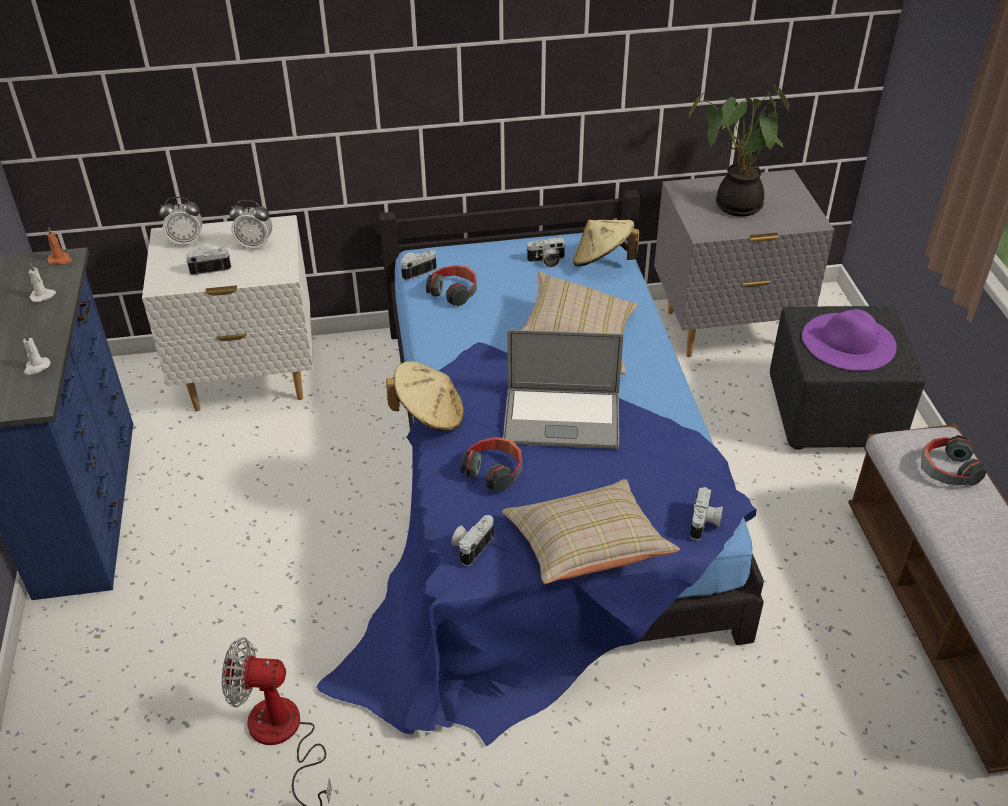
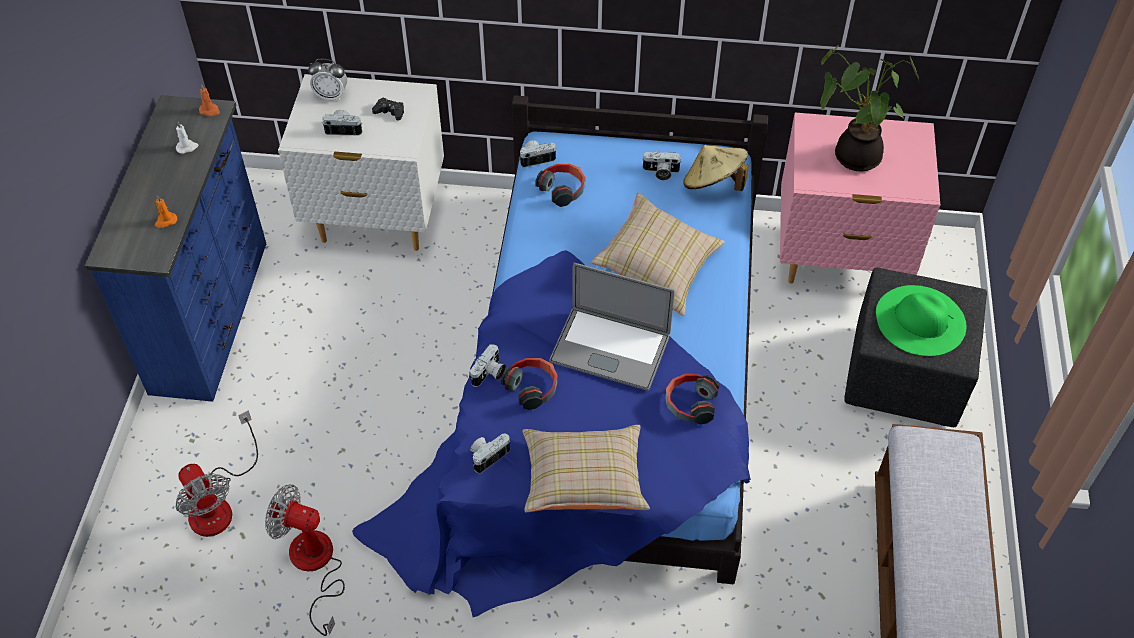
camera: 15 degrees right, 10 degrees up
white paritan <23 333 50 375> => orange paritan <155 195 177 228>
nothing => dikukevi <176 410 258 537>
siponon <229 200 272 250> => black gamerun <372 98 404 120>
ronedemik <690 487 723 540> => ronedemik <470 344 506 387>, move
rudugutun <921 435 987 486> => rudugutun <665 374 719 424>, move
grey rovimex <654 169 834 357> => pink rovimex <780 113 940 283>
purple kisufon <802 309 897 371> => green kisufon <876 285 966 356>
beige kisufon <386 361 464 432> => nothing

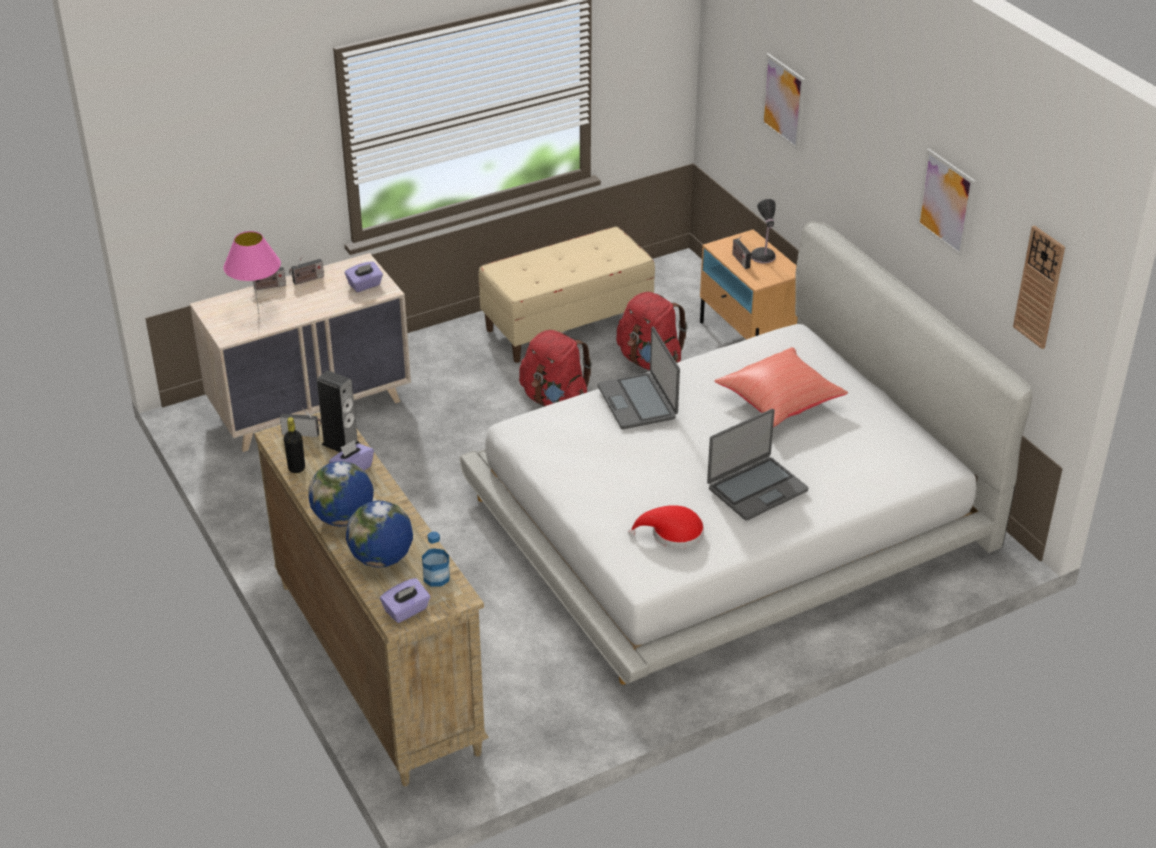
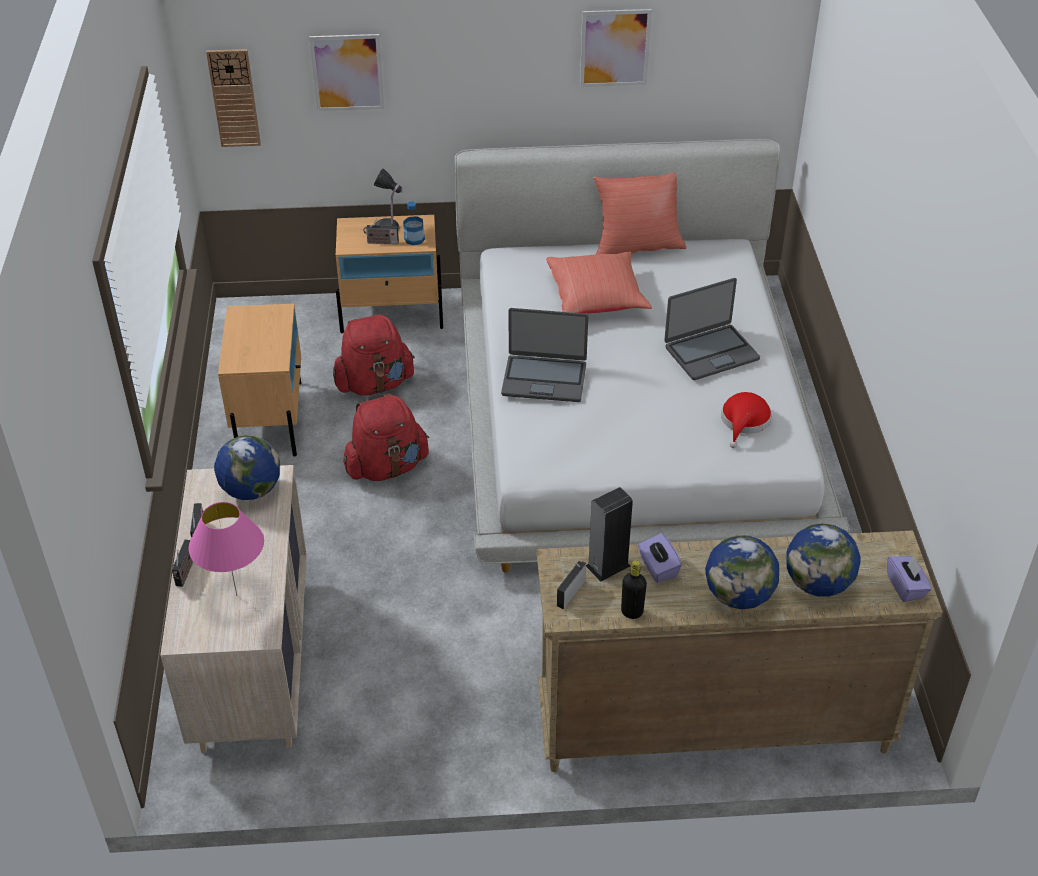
camera: 65 degrees left, 5 degrees up
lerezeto <1013 225 1065 349> => lerezeto <206 49 261 147>, move
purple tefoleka <345 262 383 292> => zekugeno <214 435 280 500>
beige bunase <479 227 655 363> => beige rovimex <218 304 301 456>
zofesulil <422 532 450 587> => zofesulil <403 201 425 245>, move
nothing => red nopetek <593 173 686 254>
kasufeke <707 409 809 520> => kasufeke <664 278 760 380>, 75 degrees clockwise

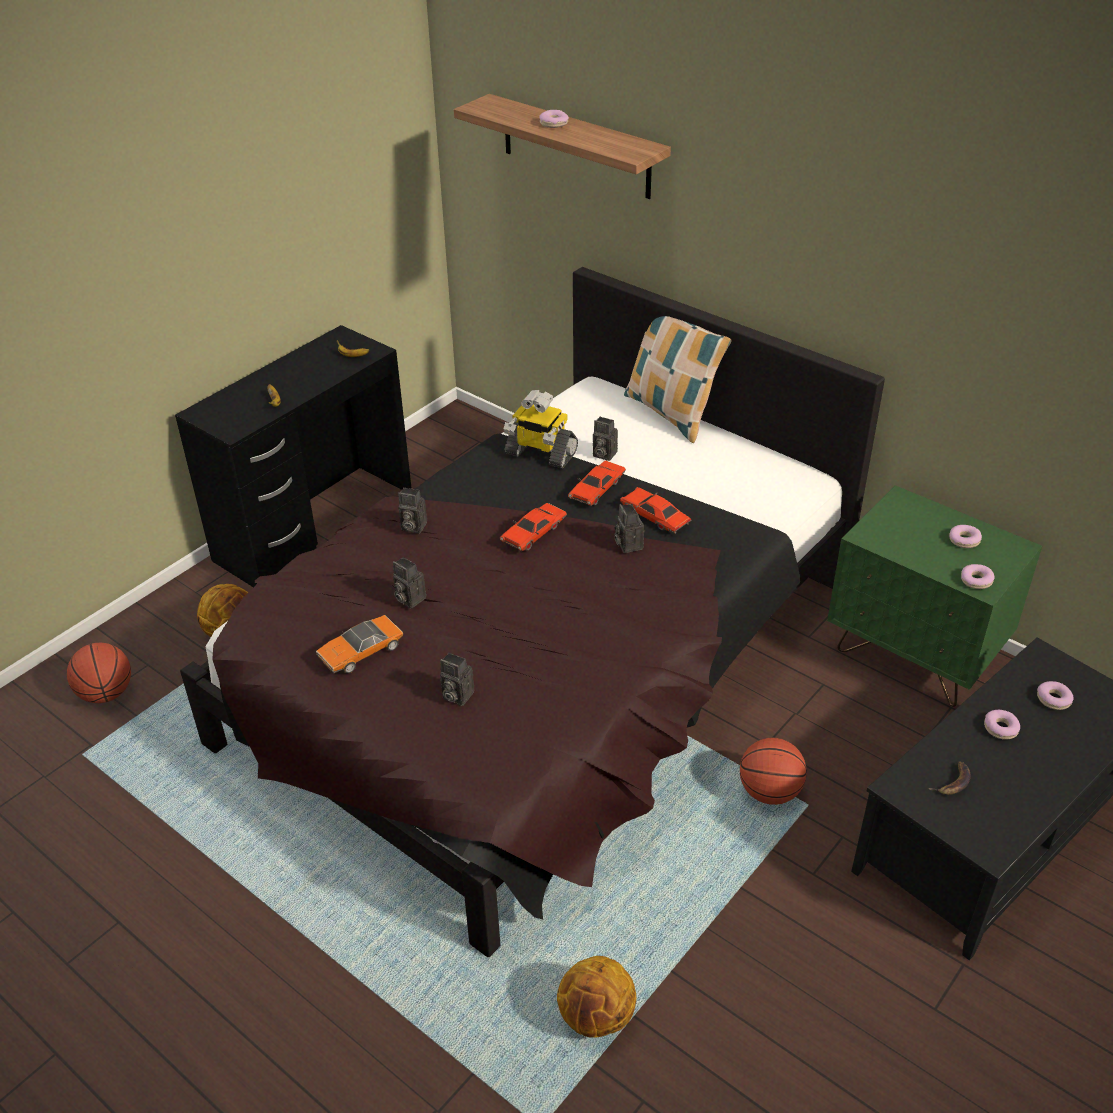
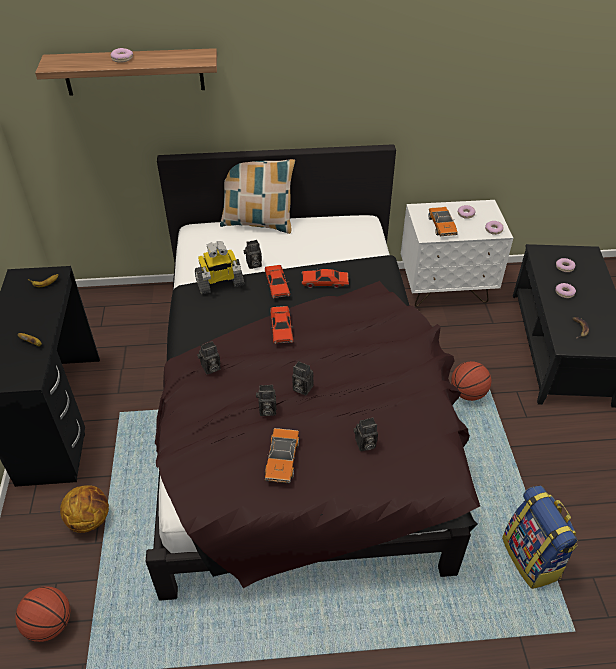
camera: 45 degrees left, 5 degrees up
ronedemik <614 504 644 553> => ronedemik <292 361 314 396>, move
green rovimex <827 485 1042 707> => white rovimex <401 200 513 307>
nothing => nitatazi <429 207 458 236>
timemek <557 956 636 1038> => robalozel <502 485 578 589>

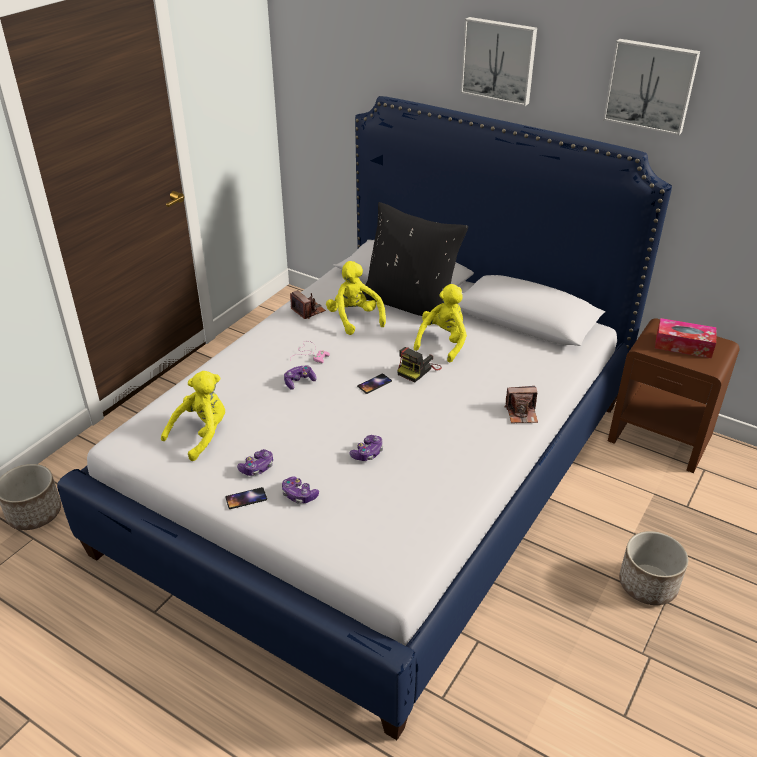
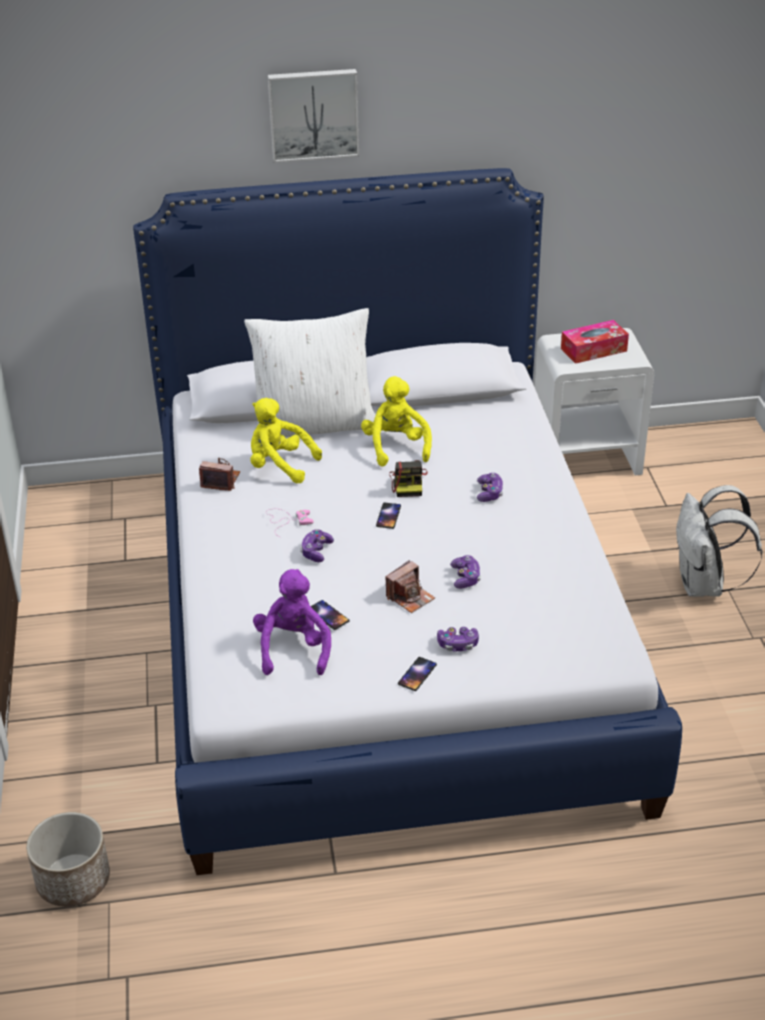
camera: 40 degrees left, 0 degrees up
black nopetek <362 202 468 316> => white nopetek <244 308 376 437>
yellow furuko <161 371 225 461> => purple furuko <253 569 331 675>
nothing => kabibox <311 600 349 630>
ronedemik <505 386 538 423> => ronedemik <385 560 435 613>, move
gamerun <237 449 273 476> => gamerun <477 473 503 502>, move
brown rovimex <608 318 740 473> => white rovimex <535 328 654 475>
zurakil <619 531 688 605> => white robalozel <676 485 763 597>
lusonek <603 39 700 135> => nothing

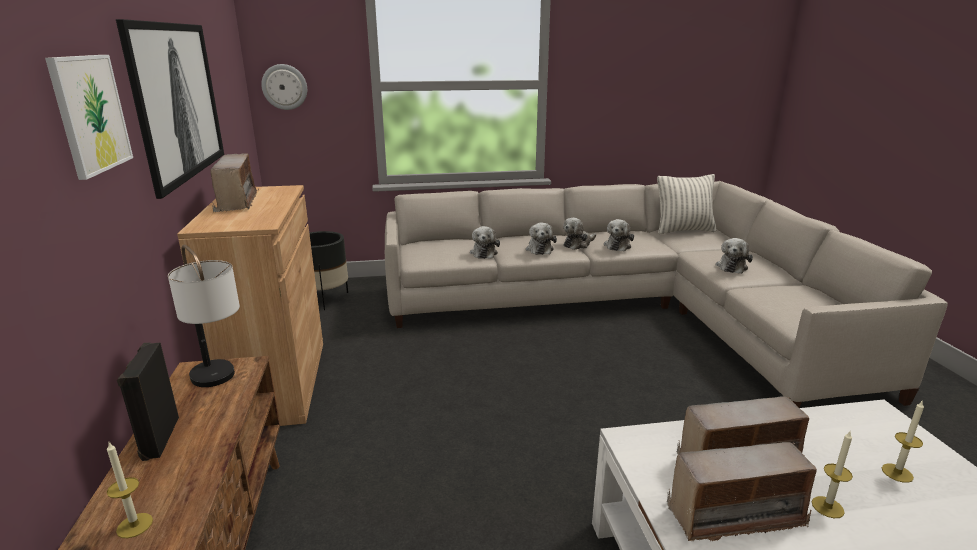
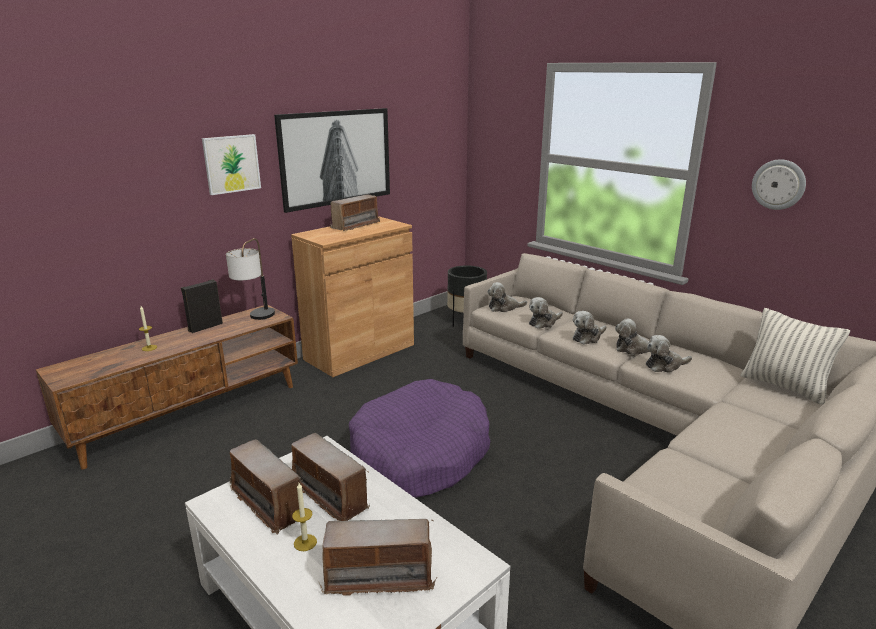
camera: 55 degrees right, 0 degrees up
paritan <882 401 924 483> => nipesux <319 519 437 596>
nothing => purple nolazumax <349 379 490 498>
furuko <716 238 753 274> => furuko <487 282 527 312>, move
lerezeto <261 64 307 110> => lerezeto <752 159 806 210>, move

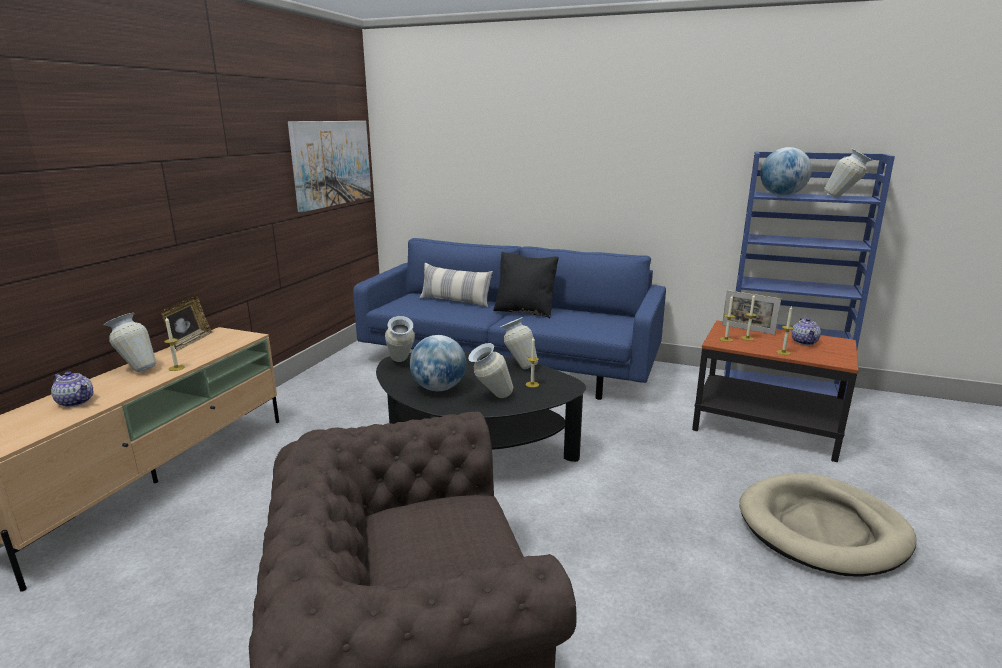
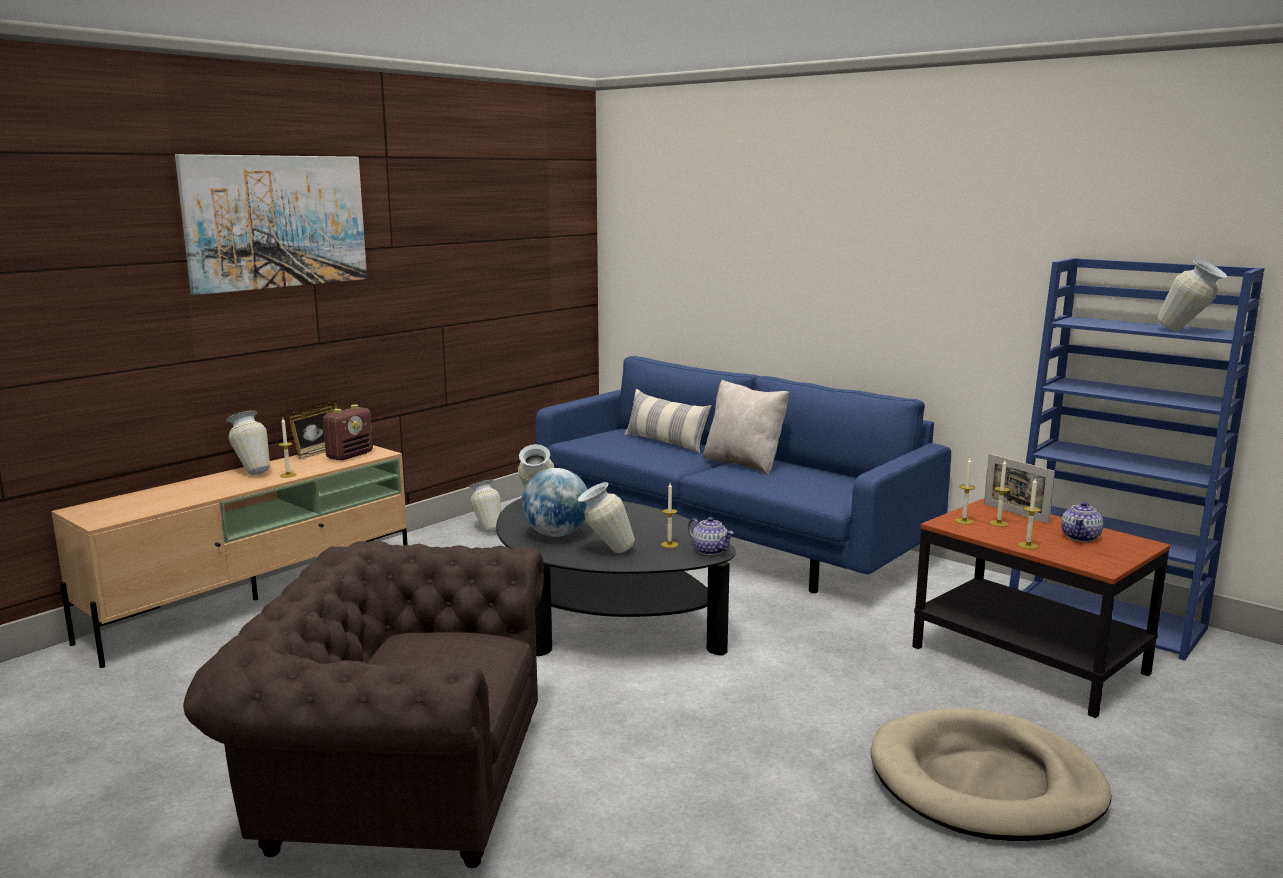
camera: 20 degrees right, 5 degrees down
lusonek <288 121 372 212> => lusonek <175 154 367 295>, move
nothing => nipesux <323 405 373 460>
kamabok <501 317 538 369> => kamabok <469 480 501 533>, move
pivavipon <51 371 93 407> => pivavipon <688 517 734 555>, move
black nopetek <493 252 559 319> => beige nopetek <703 380 789 475>
zekugeno <760 147 812 196> => nothing

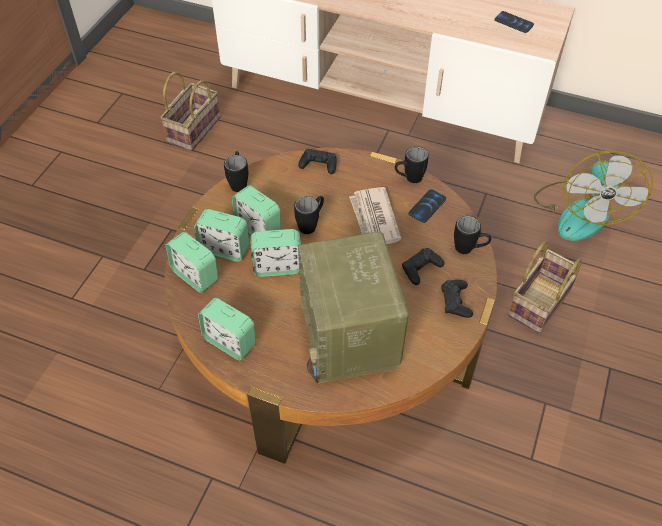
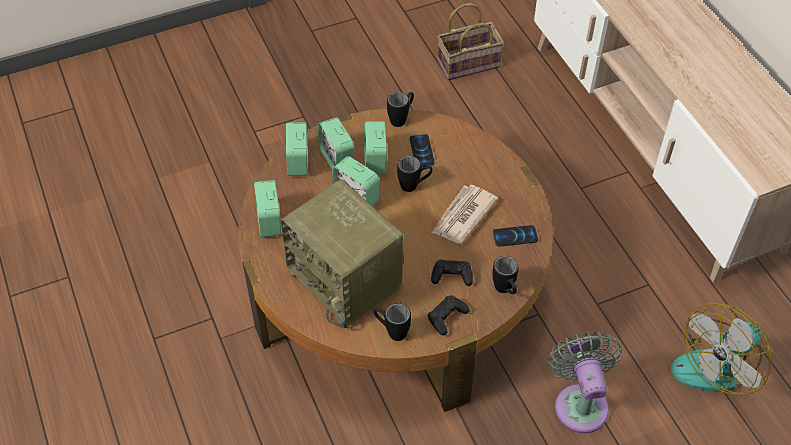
camera: 45 degrees right, 0 degrees up
nipesux <298 232 409 383> => nipesux <280 180 403 328>, 75 degrees counterclockwise
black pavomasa <395 146 429 183> => black pavomasa <374 303 411 341>, move
kabibox <495 11 534 33> => kabibox <409 134 435 166>, move
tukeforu <508 241 582 333> => grey dikukevi <548 332 622 433>
black gamerun <298 149 336 174> => nothing

